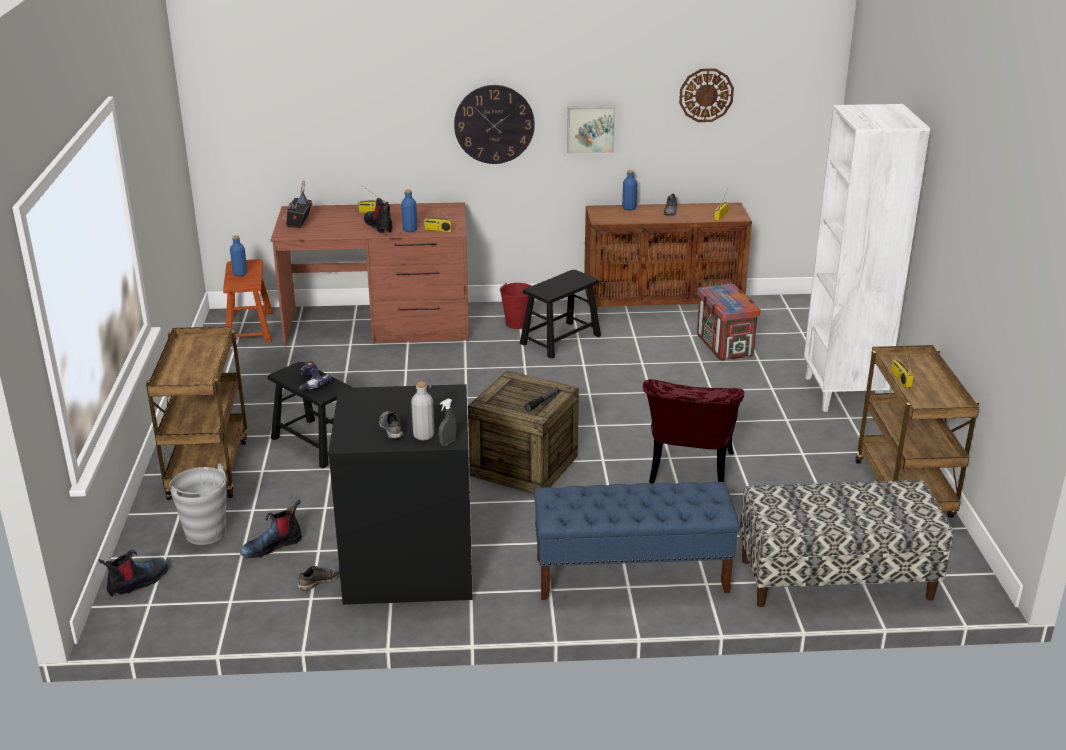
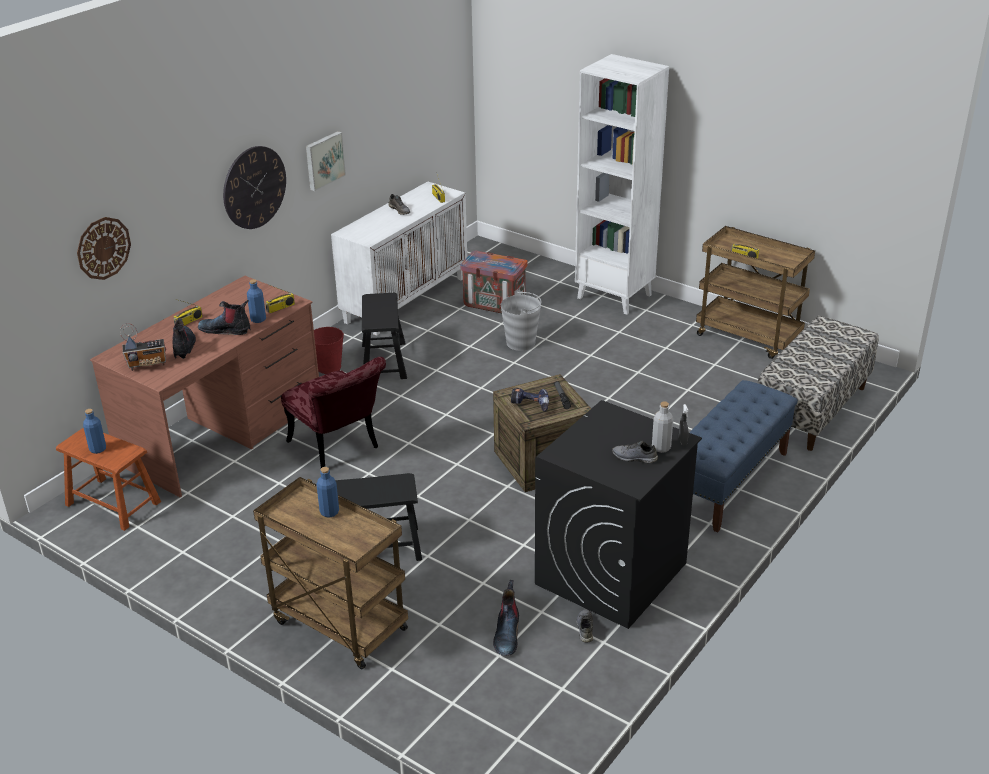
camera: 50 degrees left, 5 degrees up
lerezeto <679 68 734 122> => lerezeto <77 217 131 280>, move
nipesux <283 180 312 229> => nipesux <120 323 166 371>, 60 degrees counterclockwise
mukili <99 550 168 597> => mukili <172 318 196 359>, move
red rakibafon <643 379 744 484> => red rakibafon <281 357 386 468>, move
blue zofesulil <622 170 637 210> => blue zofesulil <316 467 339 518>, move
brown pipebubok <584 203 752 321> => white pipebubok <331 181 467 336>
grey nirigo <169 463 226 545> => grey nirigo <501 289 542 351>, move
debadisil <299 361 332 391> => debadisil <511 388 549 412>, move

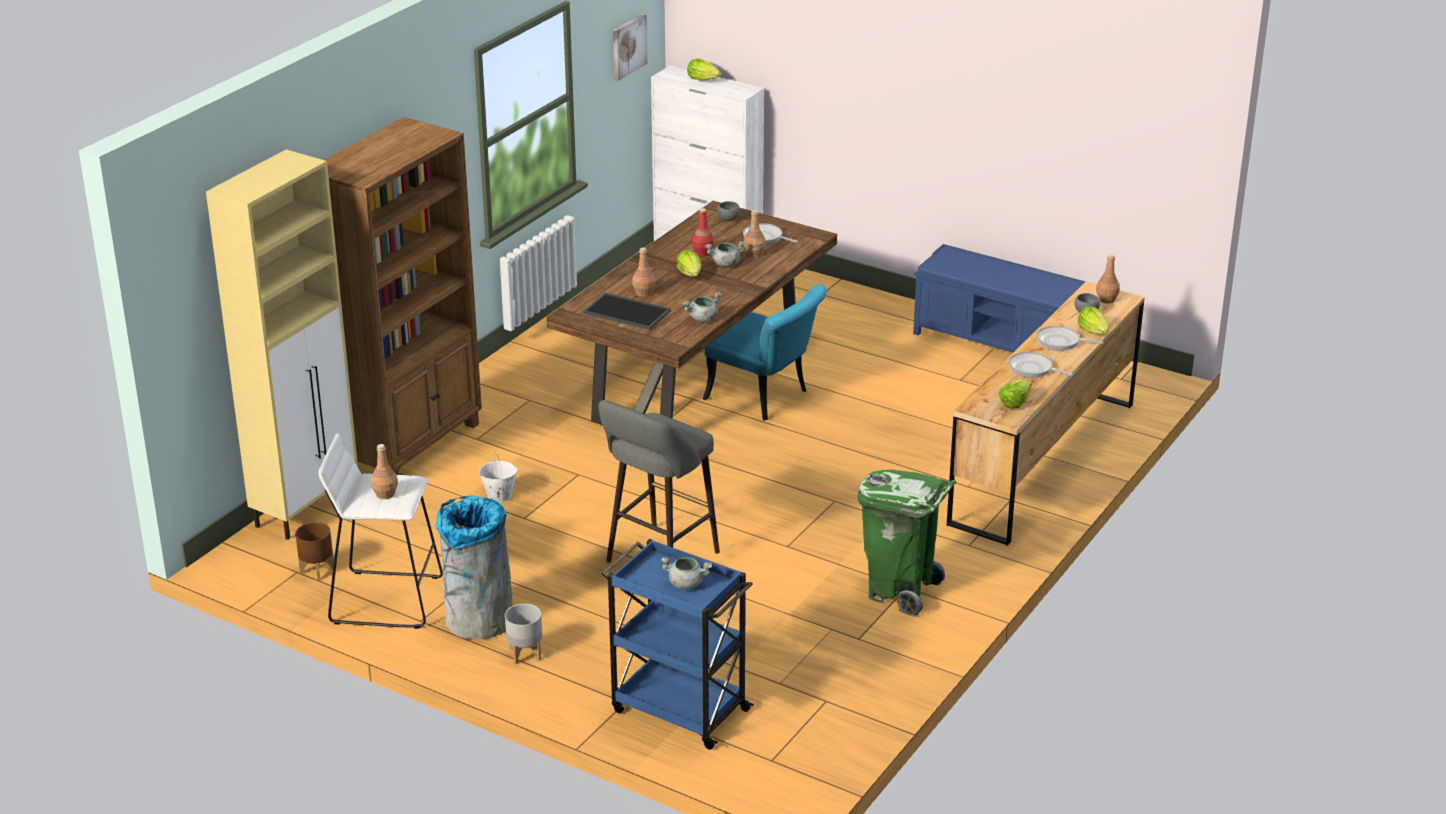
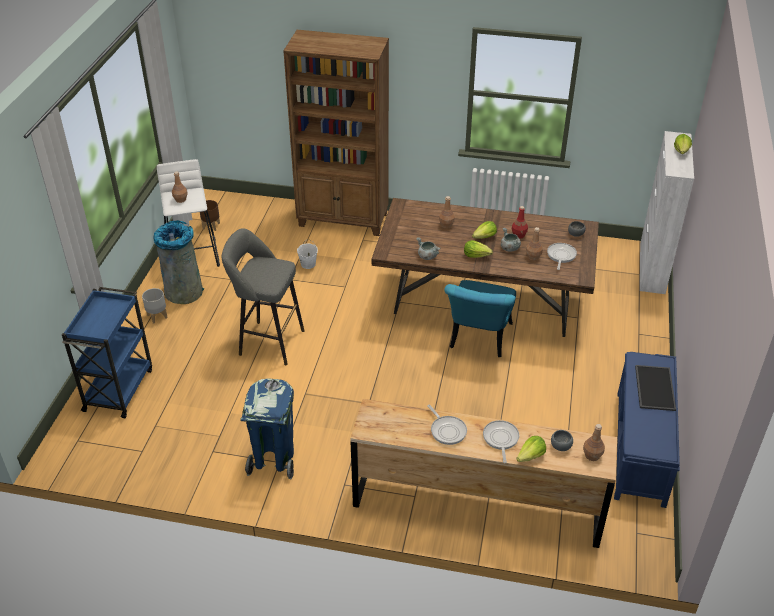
camera: 70 degrees right, 10 degrees up
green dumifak <857 470 956 617> => blue dumifak <240 379 294 480>
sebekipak <1008 352 1073 378> => sebekipak <427 405 467 445>, 135 degrees clockwise
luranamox <999 380 1032 408> => luranamox <464 240 493 258>, move
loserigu <583 293 671 330> => loserigu <635 365 676 411>, move
beige pipebubok <206 150 358 540> => nothing
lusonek <613 14 647 81> => nothing
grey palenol <661 557 712 589> => nothing

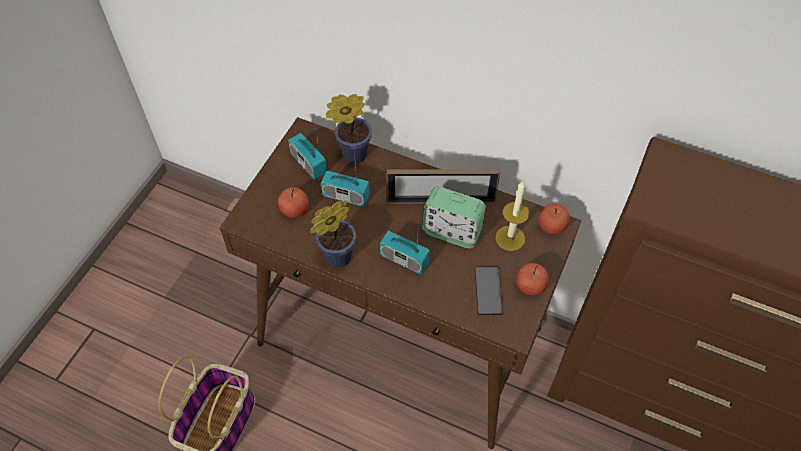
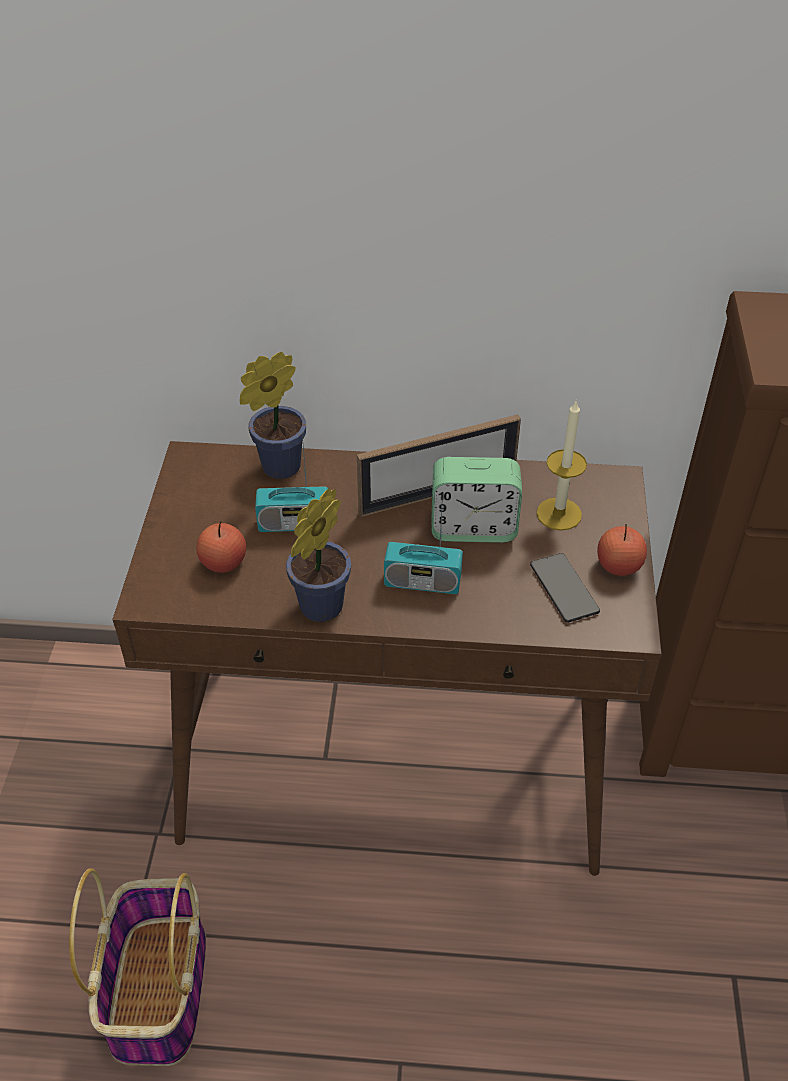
camera: 20 degrees left, 10 degrees down
nipesux <288 125 327 180> => nothing
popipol <538 203 570 234> => nothing

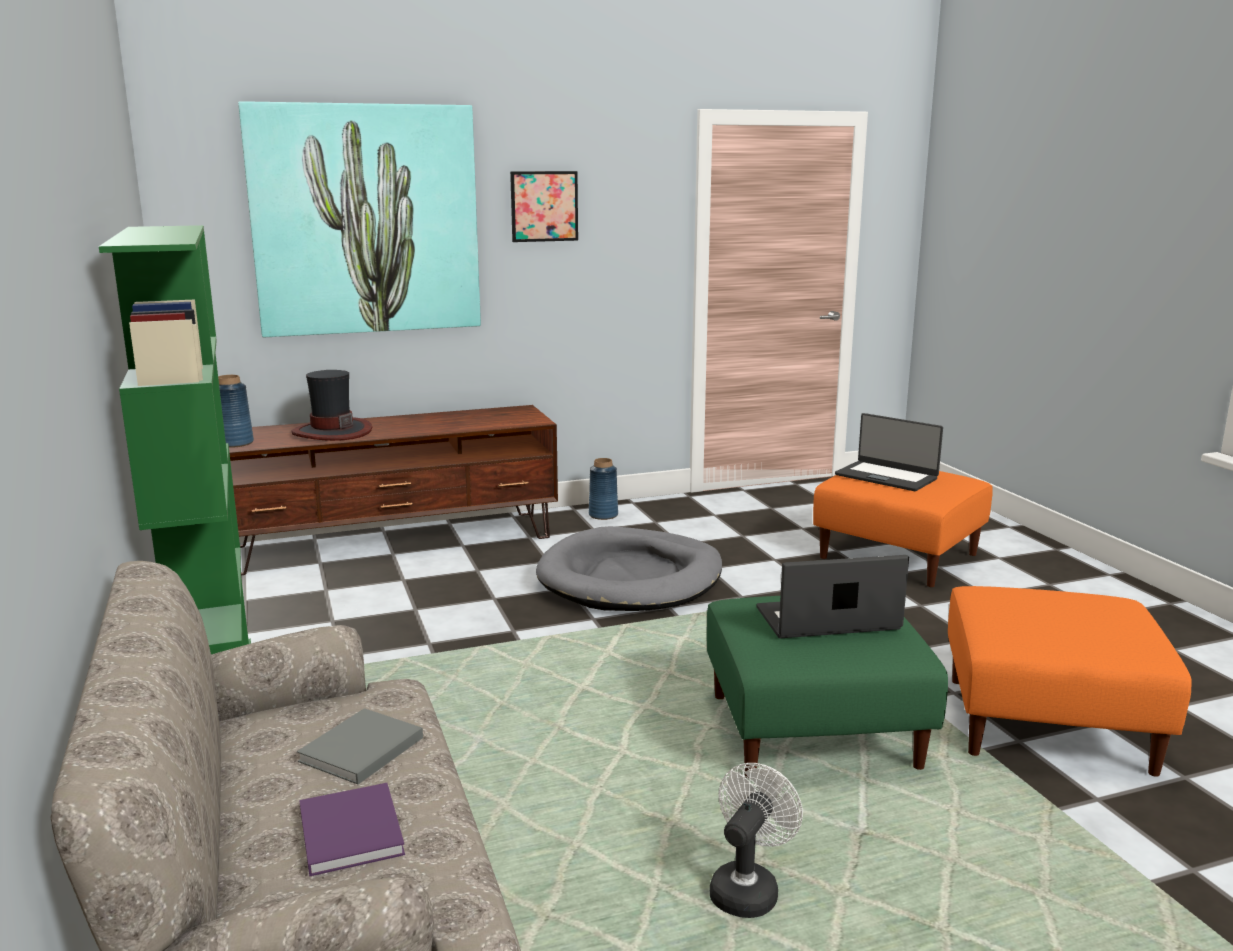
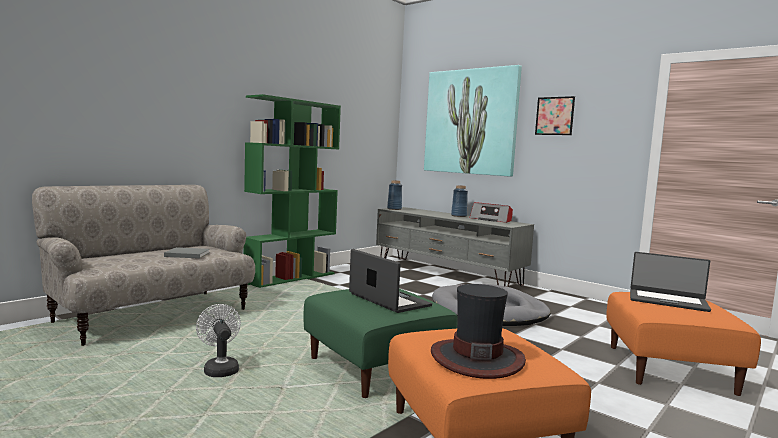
camera: 60 degrees right, 10 degrees down
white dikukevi <710 763 803 918> => white dikukevi <196 304 241 377>, 120 degrees counterclockwise
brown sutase <229 405 558 575> => grey sutase <376 207 534 287>
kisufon <292 370 372 441> => kisufon <431 284 526 379>, move
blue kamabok <589 458 618 520> => blue kamabok <451 185 468 217>, move
nothing => nipesux <469 202 513 223>
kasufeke <835 413 943 491> => kasufeke <630 252 711 312>, 75 degrees counterclockwise
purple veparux <299 783 405 877> => nothing

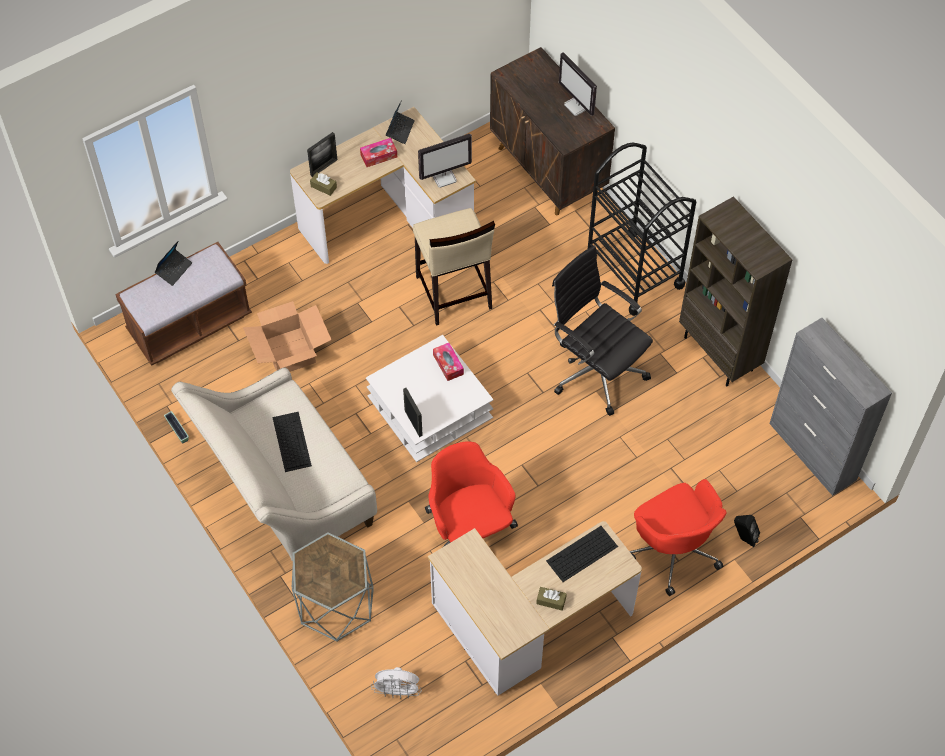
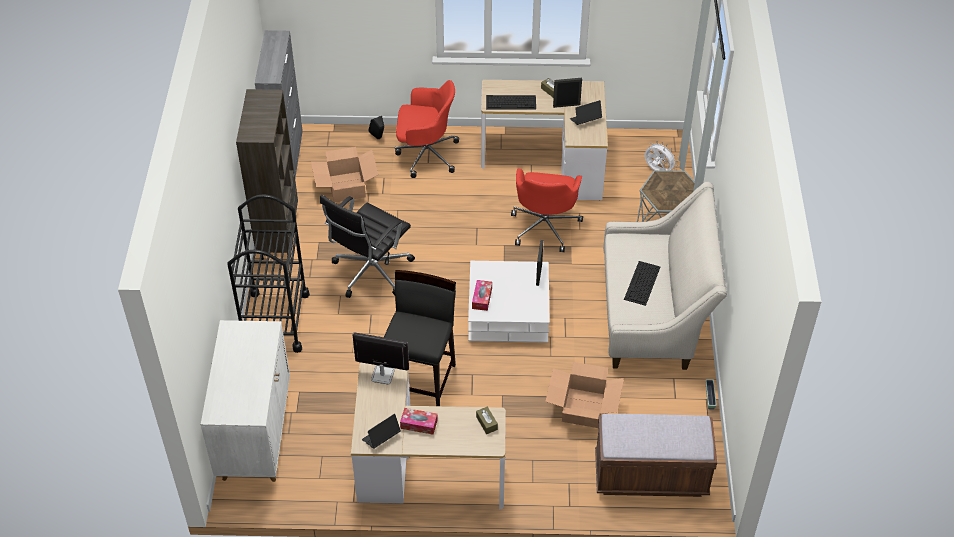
camera: 145 degrees left, 10 degrees down
brown pipebubok <490 47 615 215> => white pipebubok <200 320 290 482>
nothing => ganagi <311 147 379 202>
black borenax <552 245 653 416> => black borenax <320 195 415 298>, 45 degrees clockwise
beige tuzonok <413 208 495 326> => black tuzonok <384 270 456 406>
red borenax <629 479 727 596> => red borenax <395 80 459 178>, 90 degrees clockwise
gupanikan <307 132 337 177> => gupanikan <553 78 582 108>, move
kasufeke <155 241 192 286> => kasufeke <570 100 602 125>, move
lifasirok <559 52 597 116> => nothing

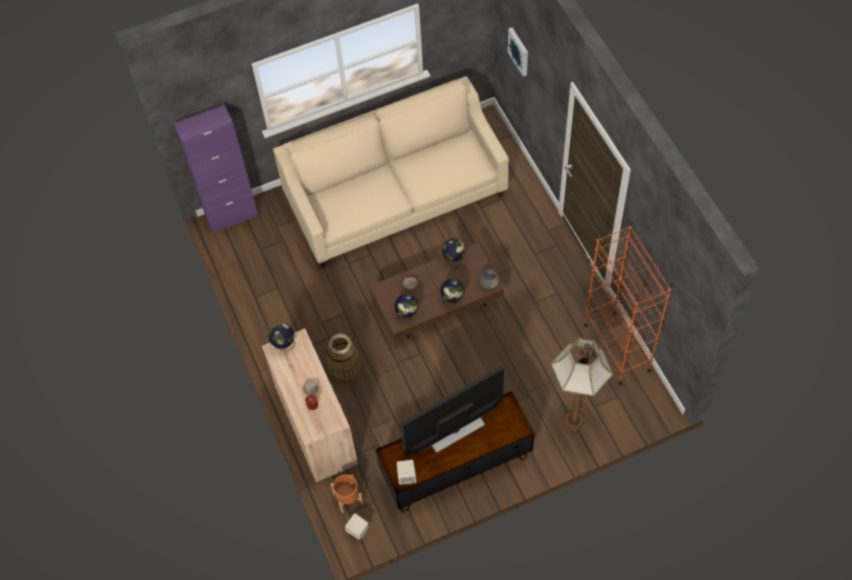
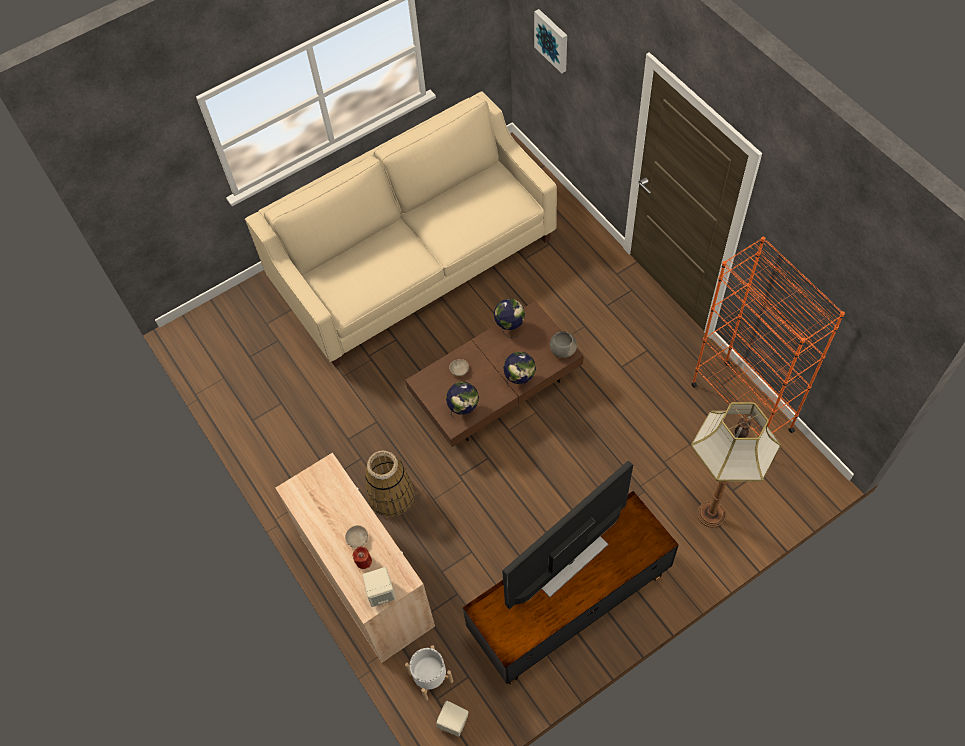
camera: 10 degrees left, 0 degrees up
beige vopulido <397 460 417 485> => beige vopulido <362 567 396 607>, move
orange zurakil <331 475 363 513> => white zurakil <405 645 453 701>
purple pipebubok <174 104 259 233> => nothing
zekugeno <269 323 295 351> => nothing

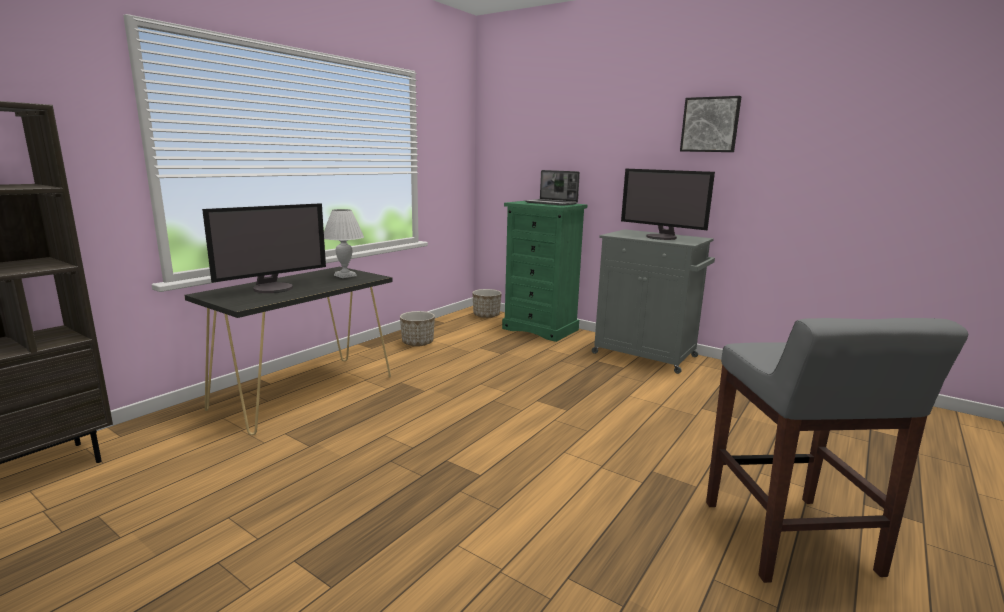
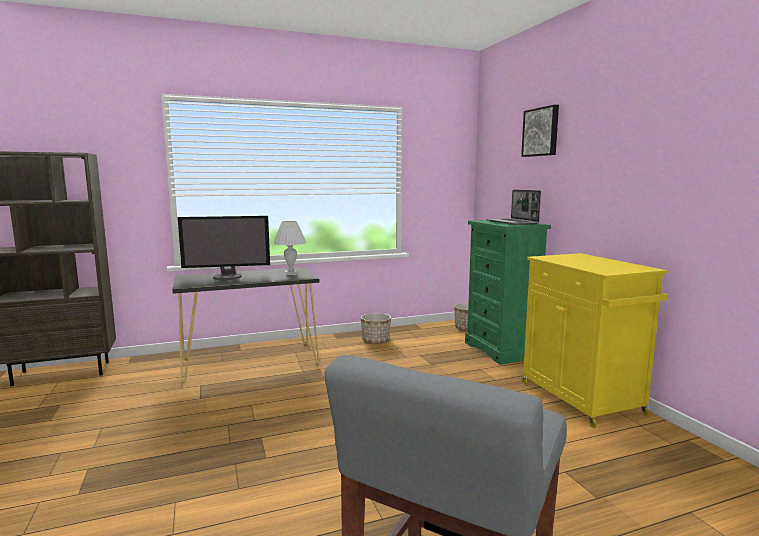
camera: 35 degrees right, 5 degrees down
lusonek <680 96 742 152> => lusonek <521 105 559 157>, move
grey pipebubok <592 229 715 374> => yellow pipebubok <521 253 668 428>
lifasirok <621 169 715 240> => nothing

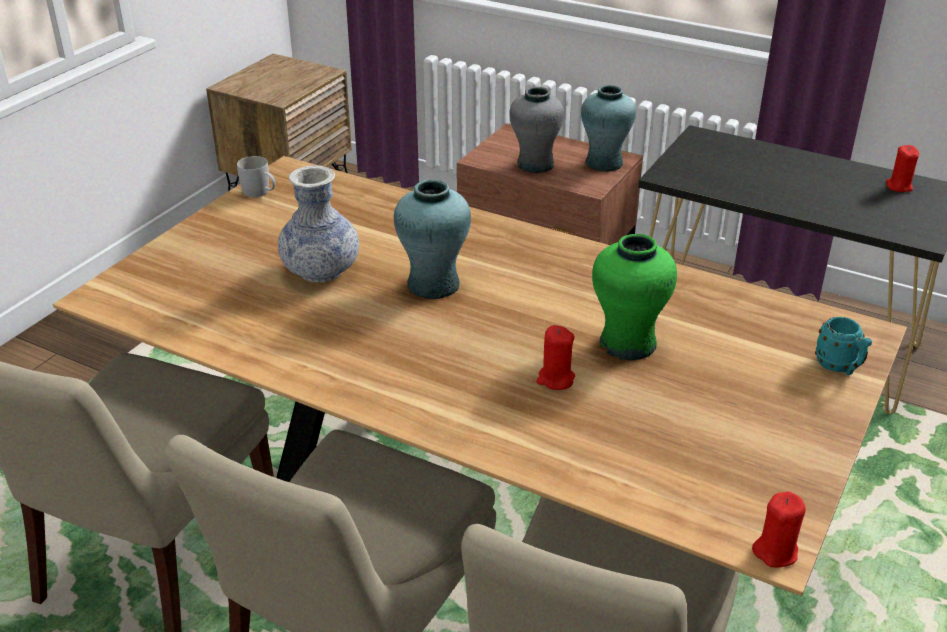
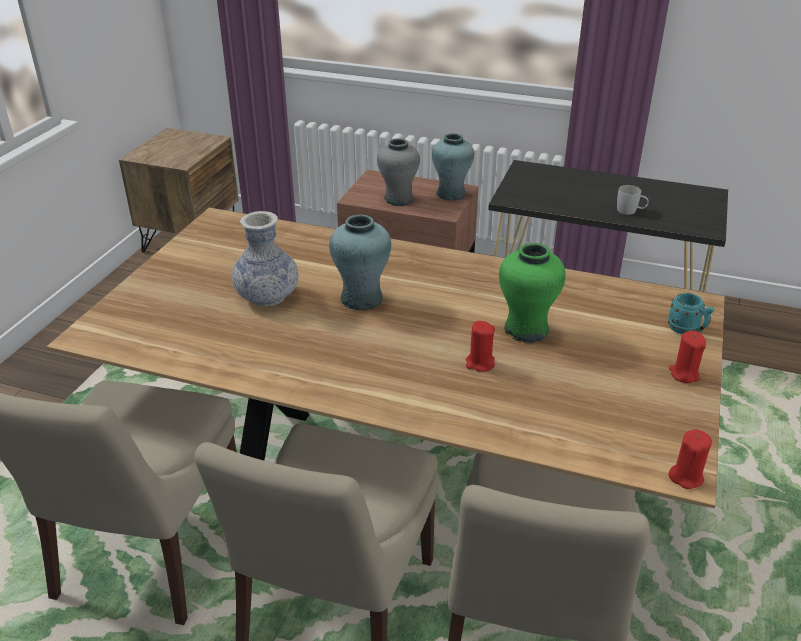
camera: 10 degrees left, 0 degrees up
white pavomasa <237 156 276 197> => white pavomasa <617 185 649 215>, move
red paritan <886 145 919 192> => red paritan <669 331 706 383>, move

